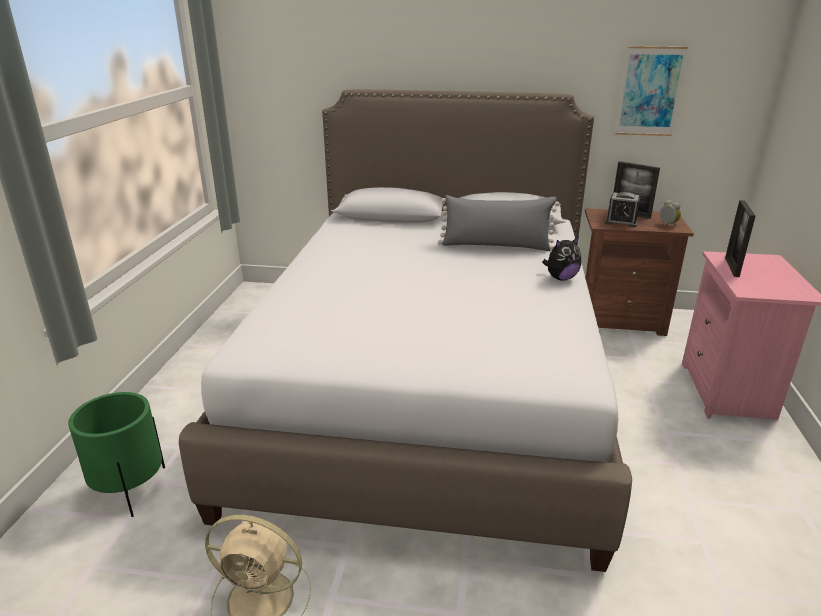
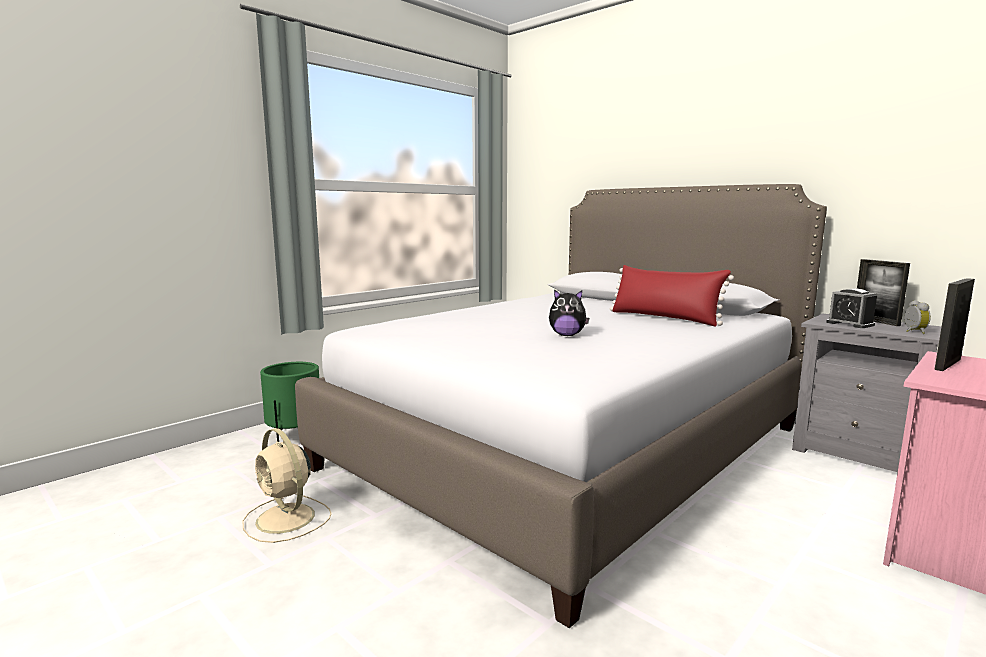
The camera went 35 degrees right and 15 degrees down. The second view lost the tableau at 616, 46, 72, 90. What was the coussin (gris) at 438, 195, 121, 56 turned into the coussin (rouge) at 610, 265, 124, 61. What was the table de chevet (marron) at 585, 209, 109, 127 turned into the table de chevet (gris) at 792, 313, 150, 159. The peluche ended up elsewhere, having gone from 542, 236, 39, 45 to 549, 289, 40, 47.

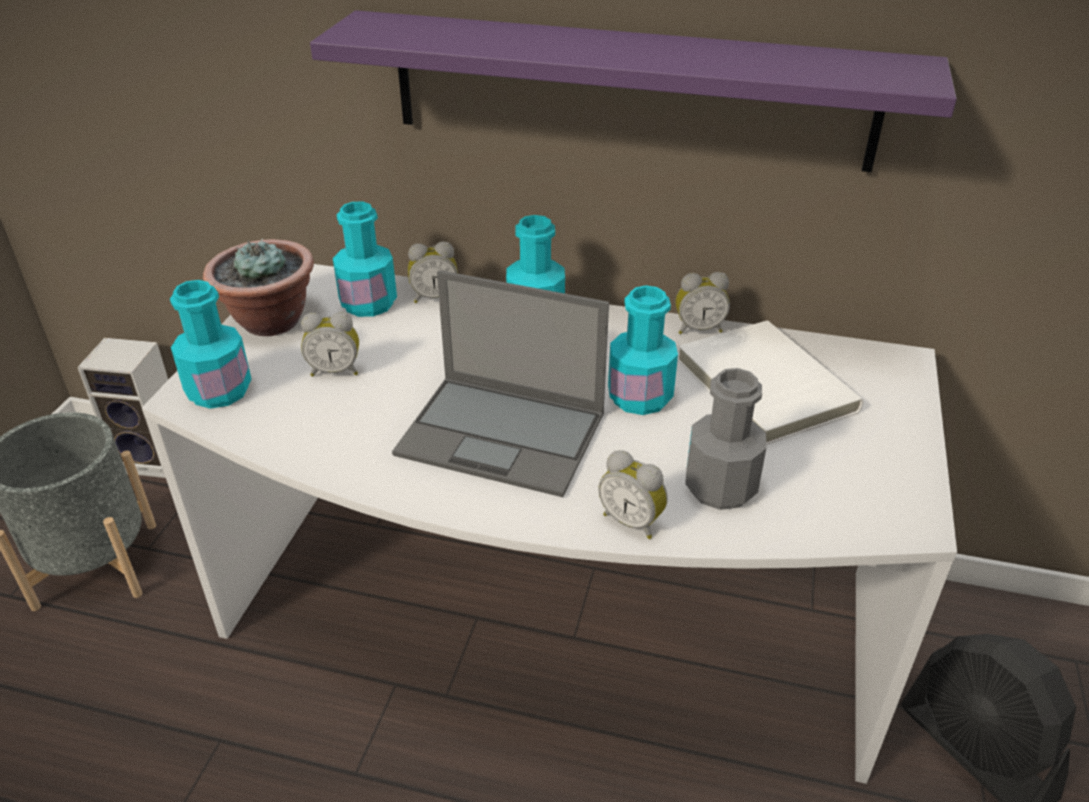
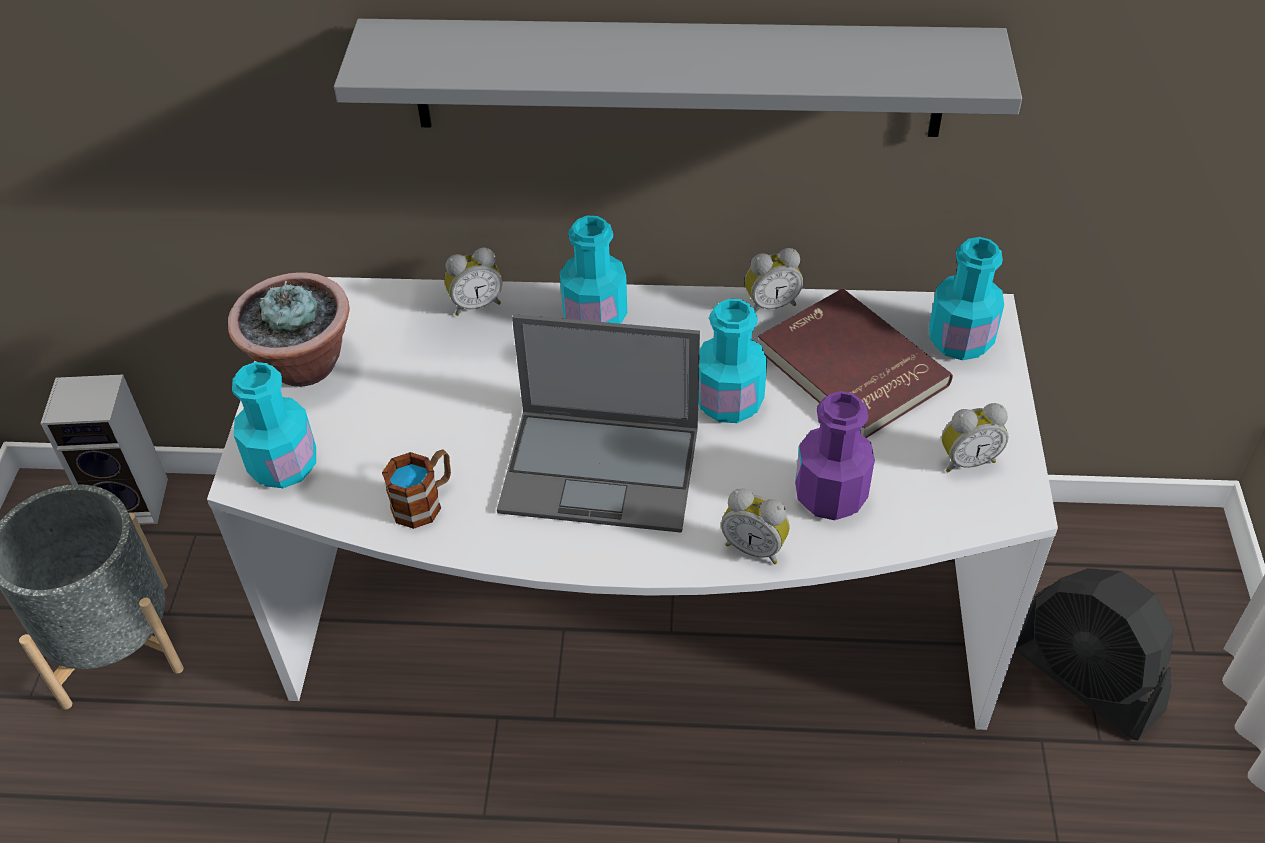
The camera went 10 degrees left and 10 degrees up. What was the étagère (violet) at 310, 10, 647, 162 turned into the étagère (gris) at 334, 19, 688, 118. The bouteille (turquoise) ended up elsewhere, having gone from 333, 202, 64, 115 to 929, 237, 75, 123. The réveil ended up elsewhere, having gone from 301, 312, 58, 65 to 942, 403, 67, 70. What was the livre (blanc) at 677, 320, 186, 125 turned into the livre (rouge) at 758, 288, 195, 150. What was the bouteille (gris) at 685, 368, 81, 142 turned into the bouteille (violet) at 795, 391, 80, 129. The second view gained the mug at 382, 449, 69, 80.

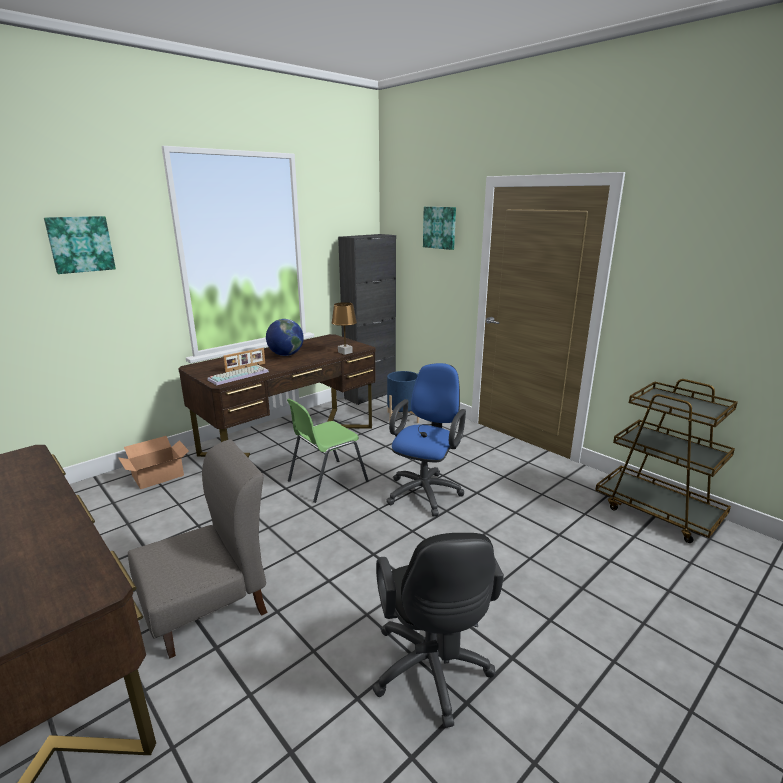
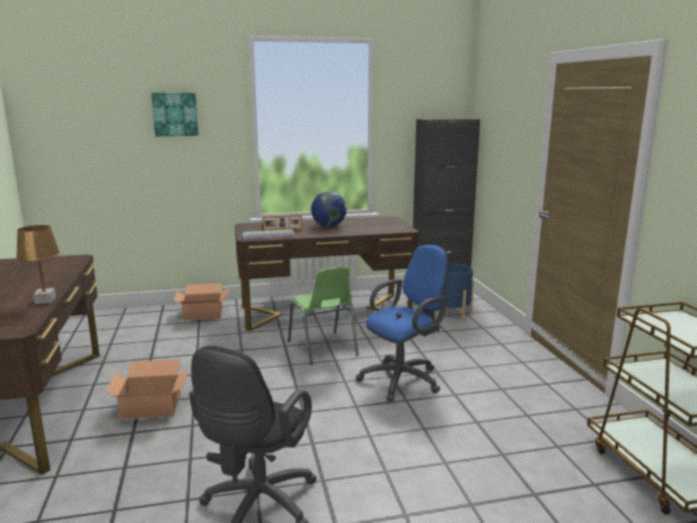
The camera went 30 degrees right and 5 degrees down. The second view lost the tableau at 423, 207, 33, 43. The lampe de table (marron) ended up elsewhere, having gone from 331, 302, 26, 53 to 16, 225, 44, 79. The chaise (vert) at 287, 398, 82, 105 ended up facing another way, 105 degrees counterclockwise from before. Where the chaise (gris) stood at 128, 440, 140, 219, the carton came to stand at 105, 359, 84, 60.

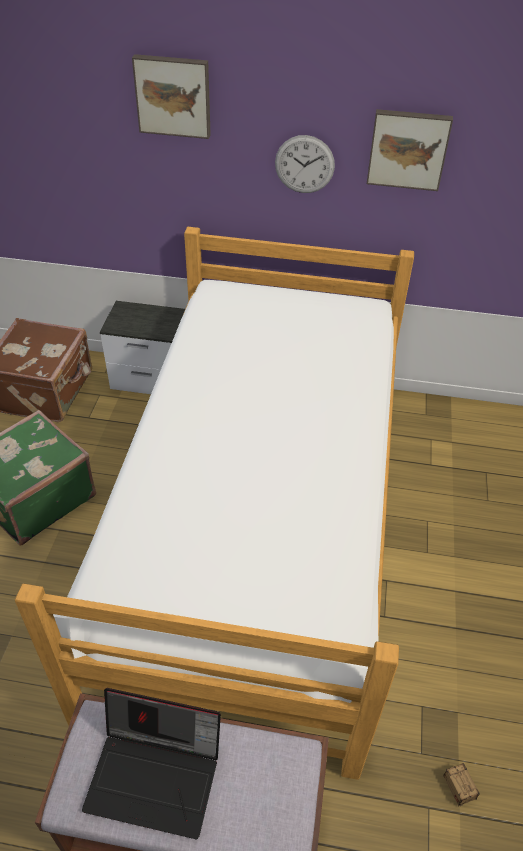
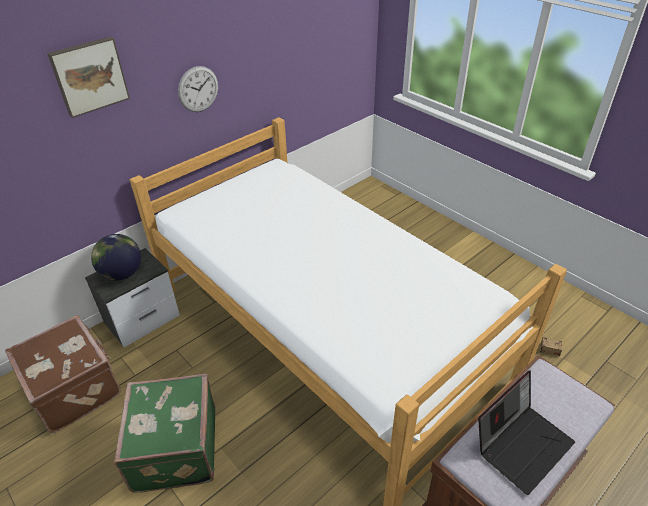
The camera went 50 degrees left and 5 degrees down. The second view lost the tableau at 367, 109, 86, 82. The second view gained the globe at 91, 234, 50, 47.

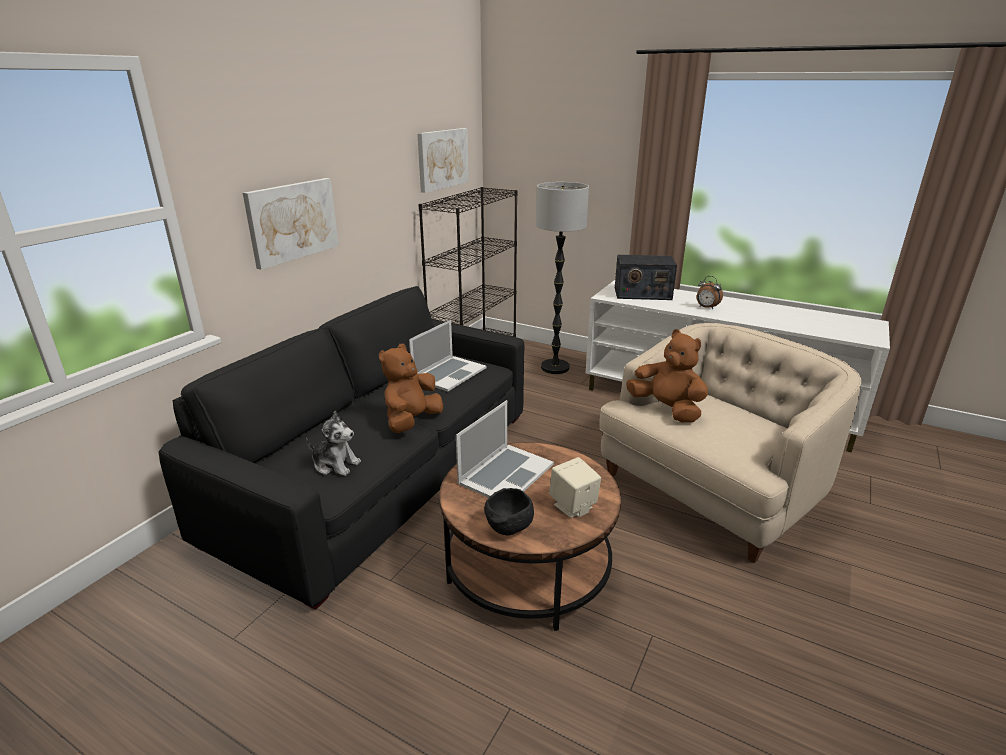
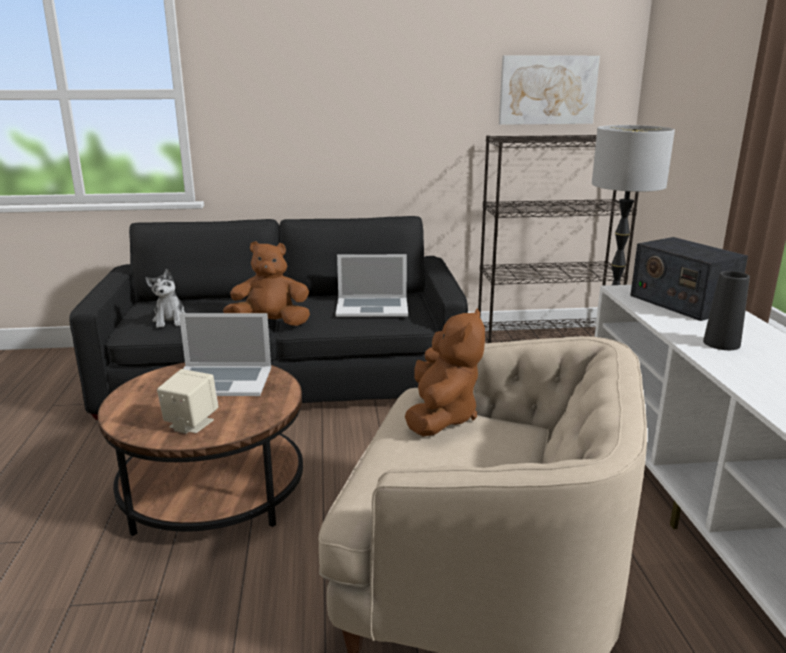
The camera went 55 degrees right and 5 degrees down. The second view lost the tableau at 243, 178, 96, 92. Where the réveil stood at 697, 276, 26, 33, the vase (noir) came to stand at 703, 271, 47, 79. The second view lost the bol (noir) at 484, 488, 50, 47.

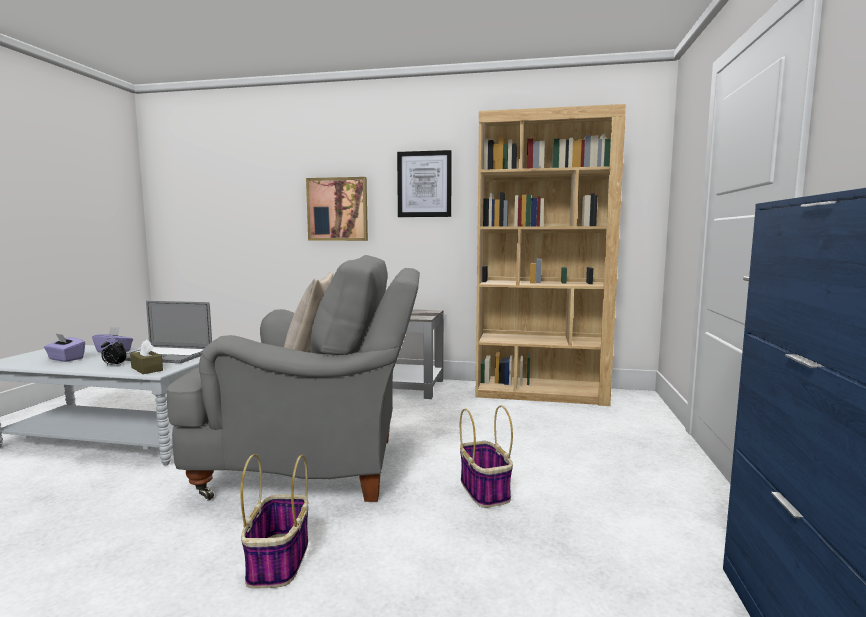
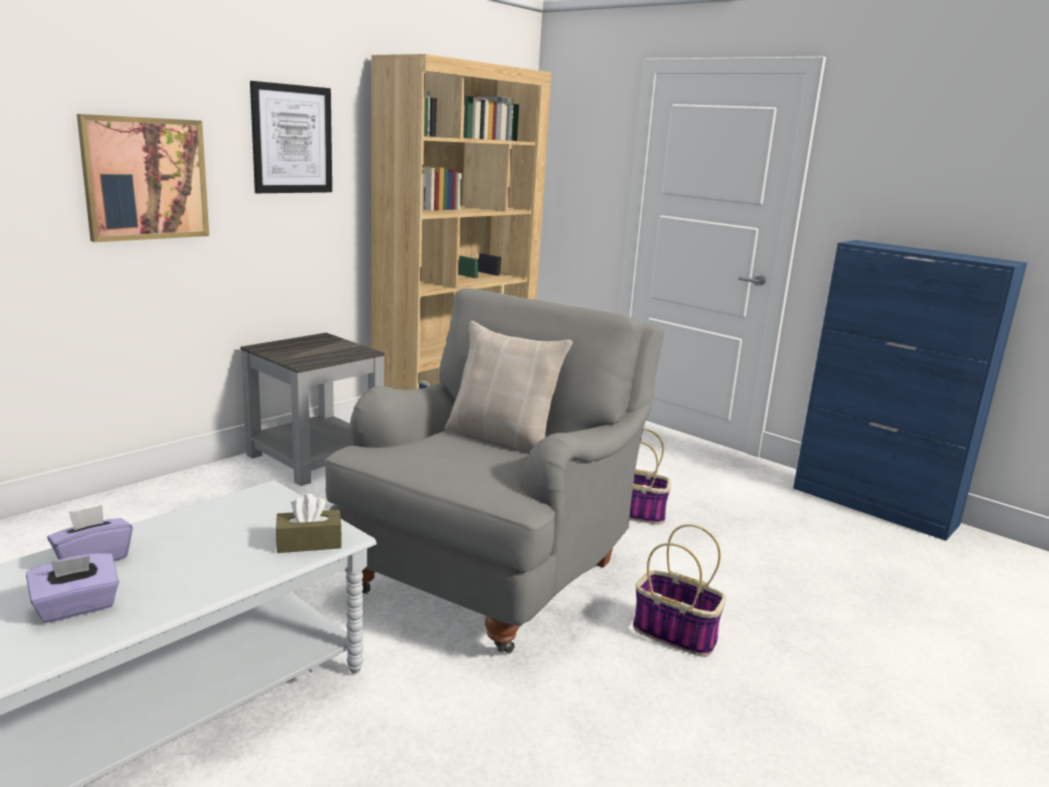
The camera went 60 degrees left and 10 degrees up. The second view lost the ordinateur portable at 124, 301, 88, 62. The second view lost the réveil at 101, 338, 26, 27.

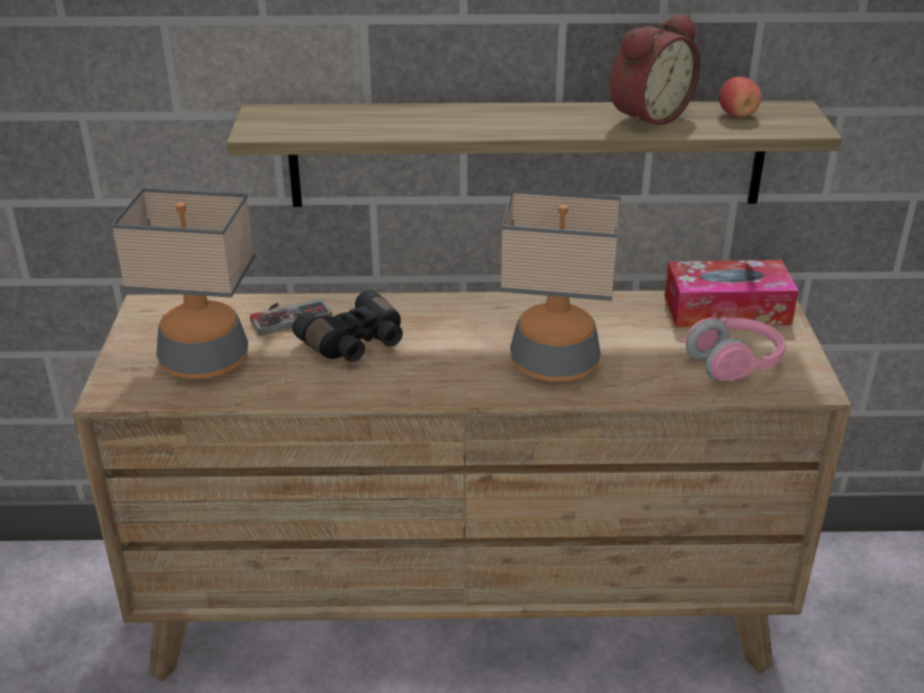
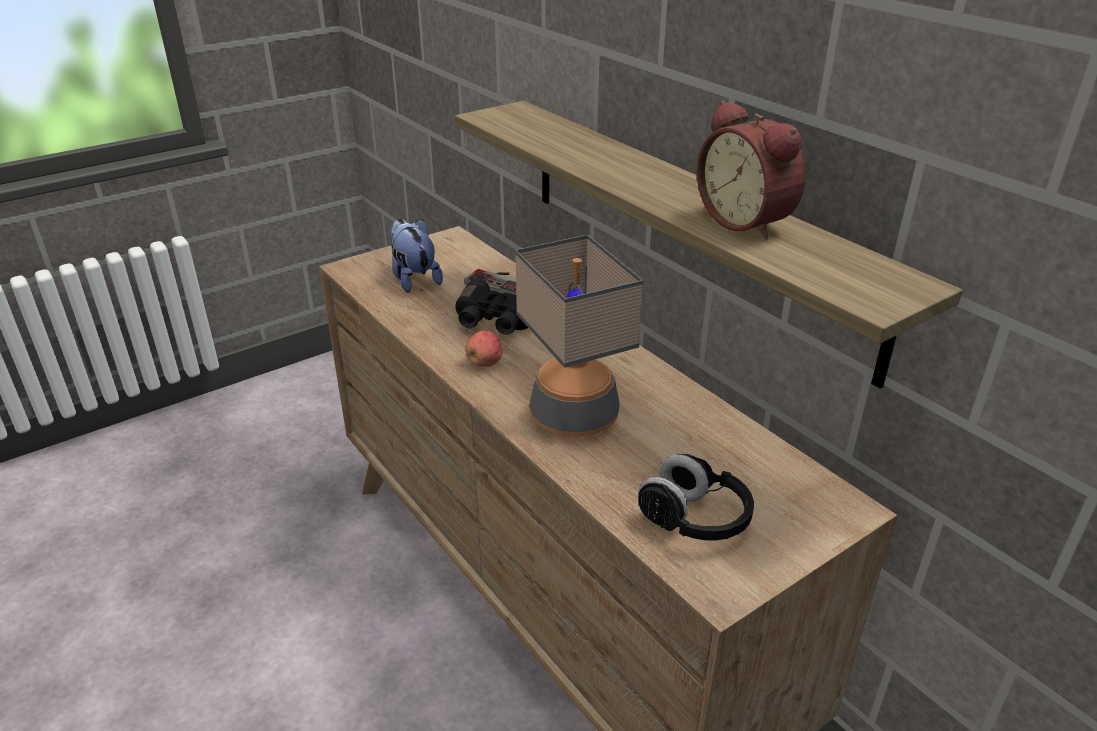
The camera went 55 degrees right and 0 degrees up. The réveil at 610, 14, 90, 115 ended up facing another way, 45 degrees clockwise from before. The pomme ended up elsewhere, having gone from 719, 77, 42, 40 to 465, 330, 38, 37. Where the lampe de table stood at 111, 188, 144, 191, the peluche came to stand at 390, 219, 53, 74. The second view lost the boîte à mouchoirs at 664, 260, 135, 67. What was the casque audio (rose) at 681, 317, 104, 64 turned into the casque audio (noir) at 638, 454, 116, 86.

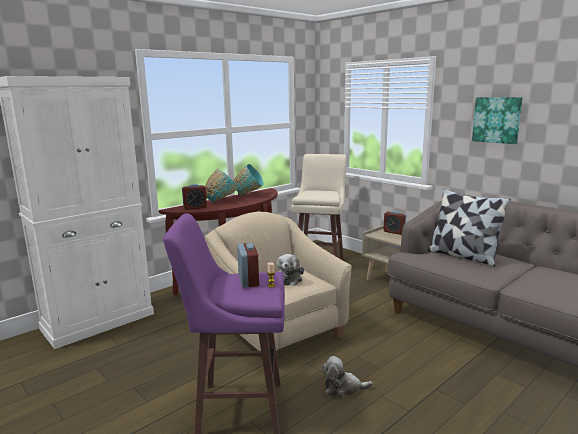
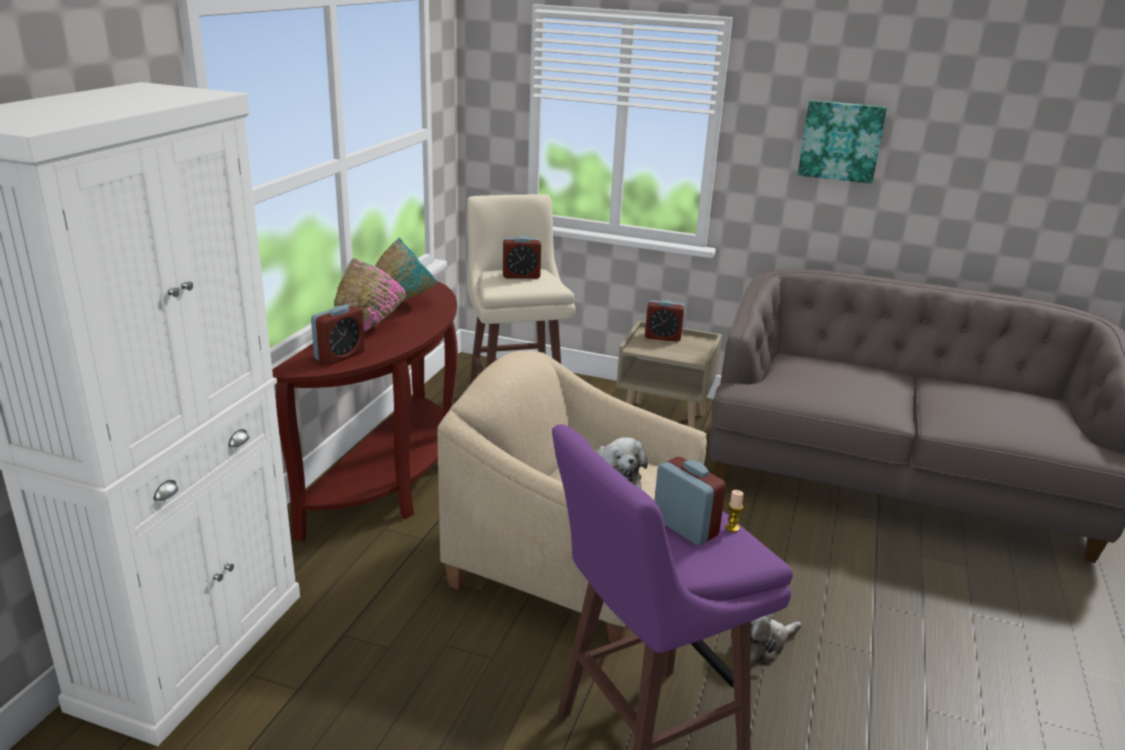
The camera went 30 degrees left and 10 degrees up. What was the bol (turquoise) at 205, 168, 33, 35 turned into the bol (rose) at 334, 258, 72, 74. The second view lost the coussin at 428, 188, 83, 79. The second view gained the réveil at 503, 236, 38, 43.

